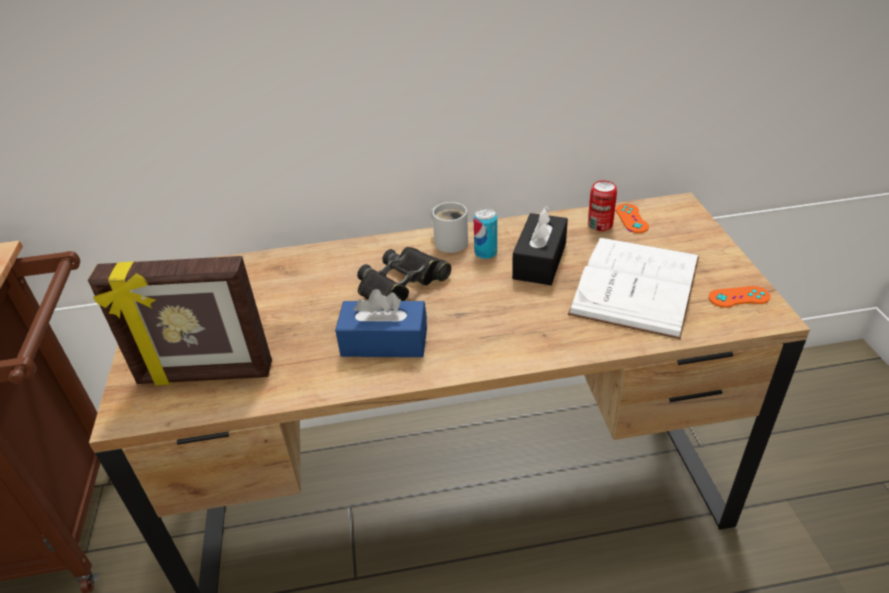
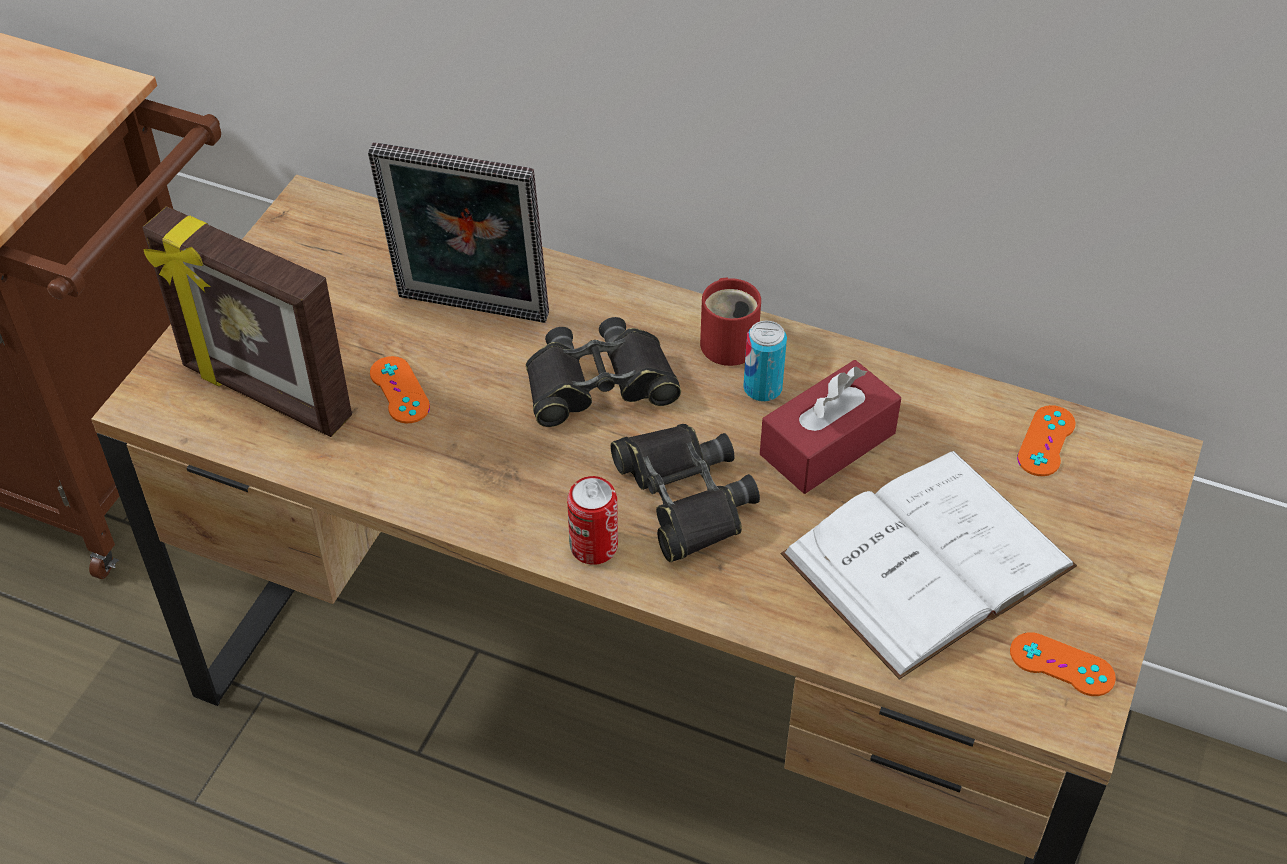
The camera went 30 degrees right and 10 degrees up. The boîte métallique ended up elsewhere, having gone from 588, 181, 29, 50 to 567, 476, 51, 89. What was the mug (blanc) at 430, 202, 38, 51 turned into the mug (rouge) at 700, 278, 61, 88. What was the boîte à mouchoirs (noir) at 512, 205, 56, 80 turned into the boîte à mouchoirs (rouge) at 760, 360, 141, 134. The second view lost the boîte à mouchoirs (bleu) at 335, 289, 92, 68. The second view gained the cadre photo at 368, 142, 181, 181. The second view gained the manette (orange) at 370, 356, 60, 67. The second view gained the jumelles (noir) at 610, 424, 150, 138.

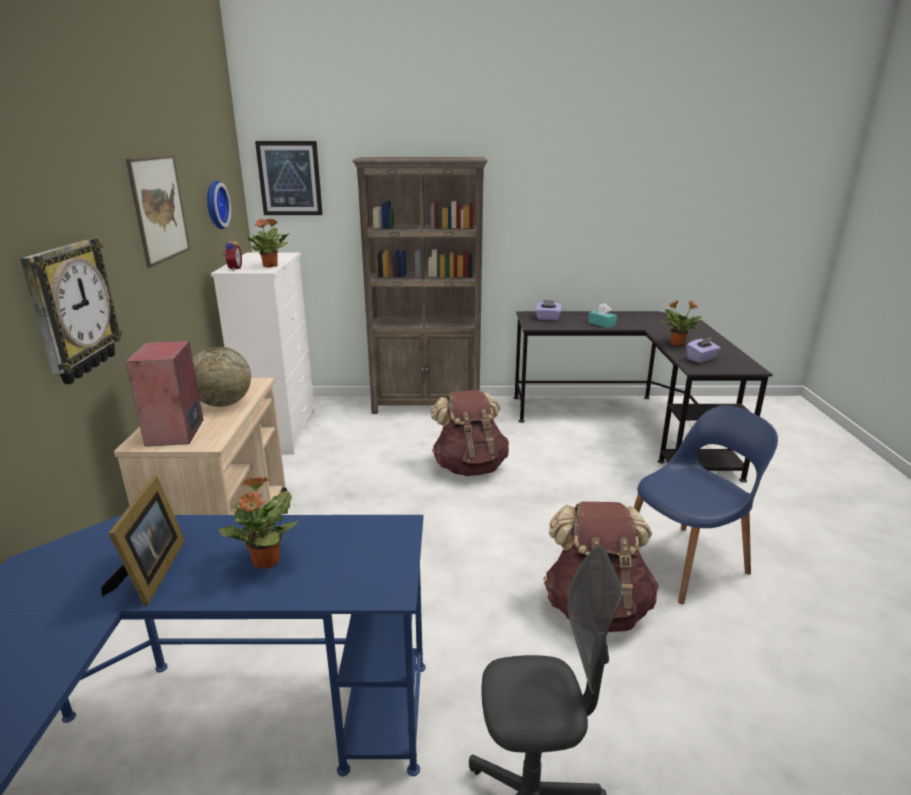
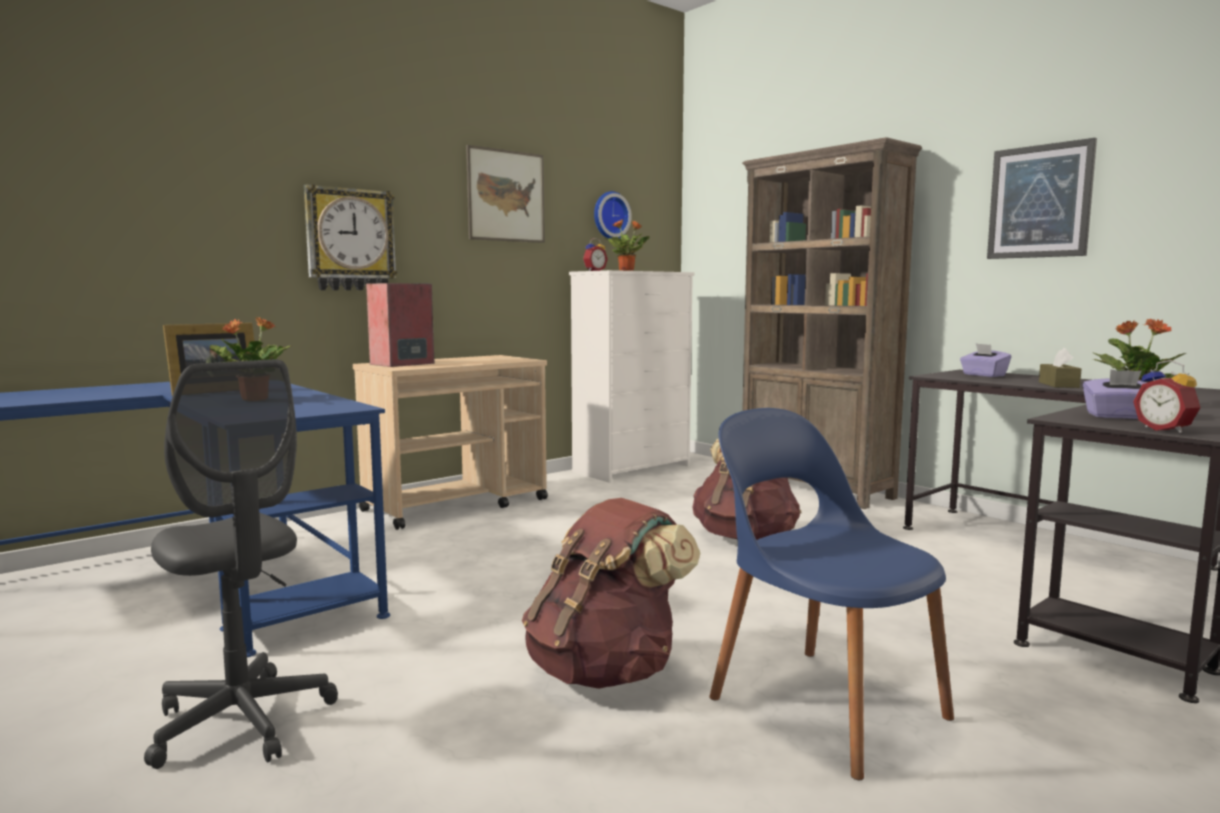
The camera went 50 degrees right and 15 degrees down. The tableau ended up elsewhere, having gone from 255, 141, 68, 74 to 987, 138, 110, 121. What was the boîte à mouchoirs (turquoise) at 588, 303, 29, 25 turned into the boîte à mouchoirs (marron) at 1039, 348, 43, 40. The second view lost the globe at 193, 346, 58, 61. The chaise (bleu) at 634, 406, 144, 198 ended up facing another way, 150 degrees counterclockwise from before. The second view gained the réveil at 1133, 360, 68, 73.

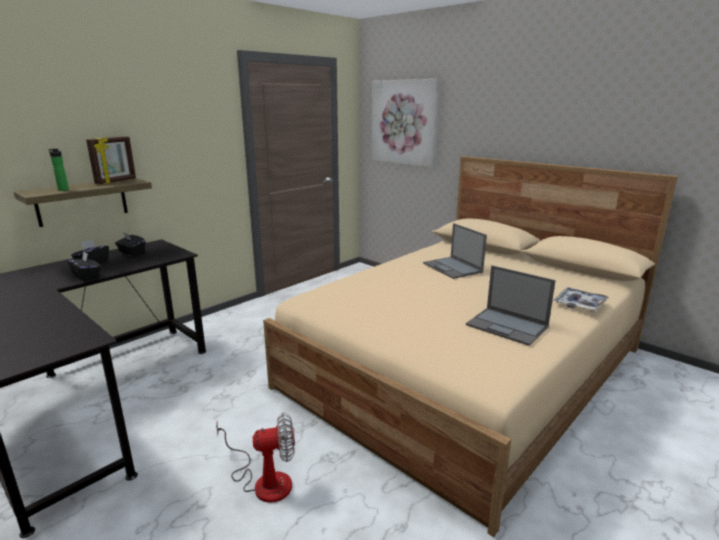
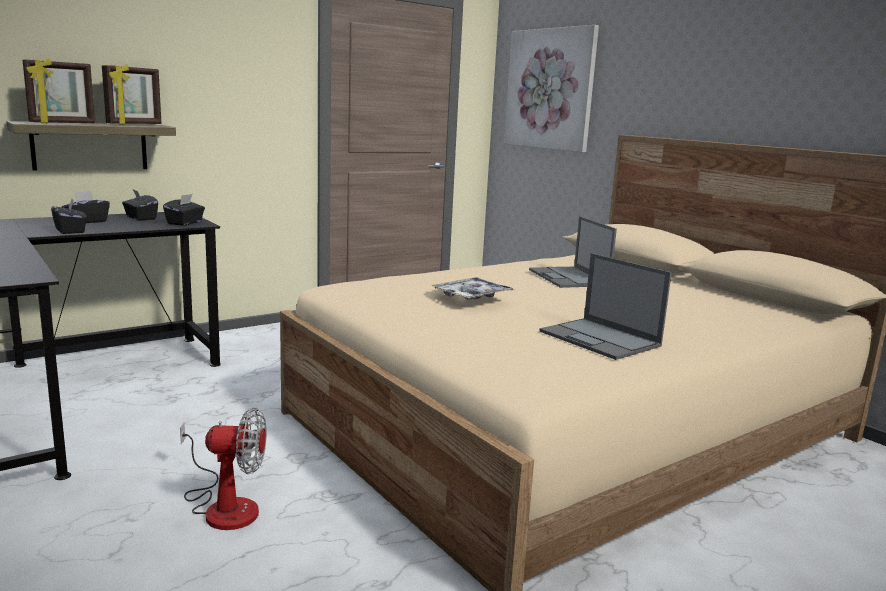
The camera went 10 degrees right and 5 degrees down. Where the bouteille stood at 48, 149, 21, 42, the cadre photo came to stand at 23, 58, 72, 65. The plateau ended up elsewhere, having gone from 553, 287, 56, 25 to 431, 277, 83, 23. The second view gained the boîte à mouchoirs (noir) at 163, 194, 42, 32.

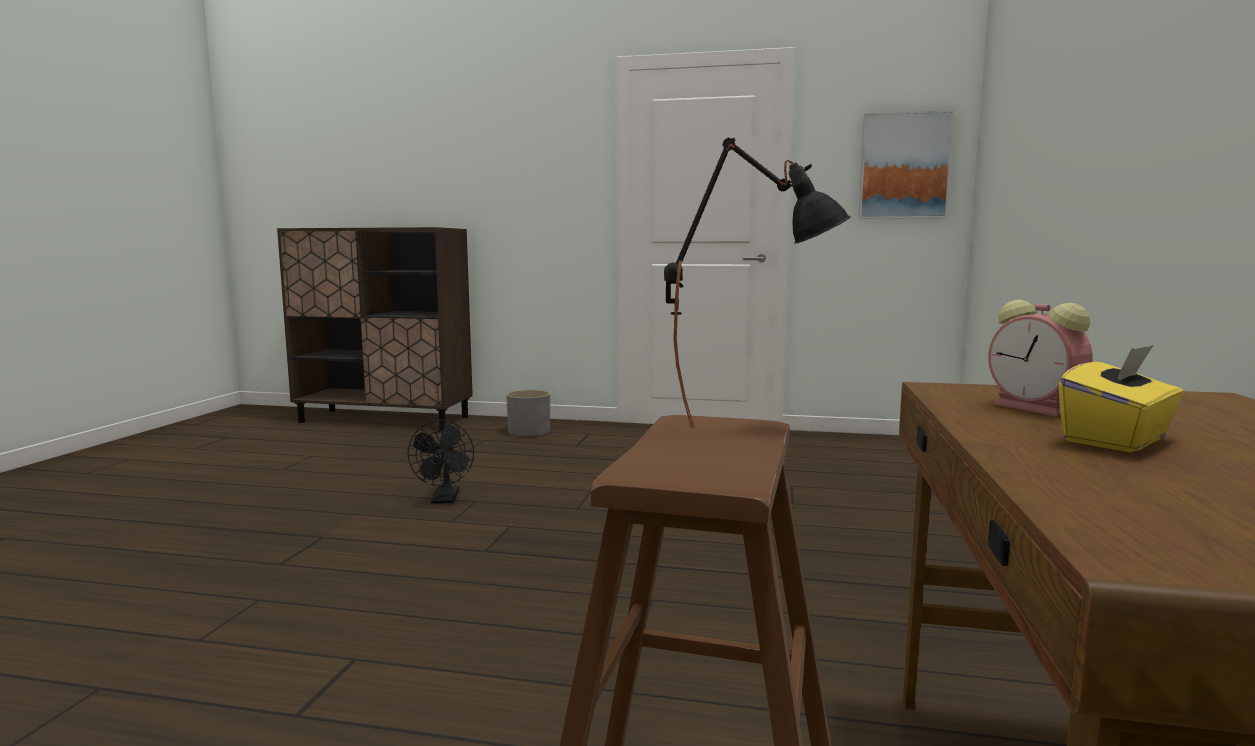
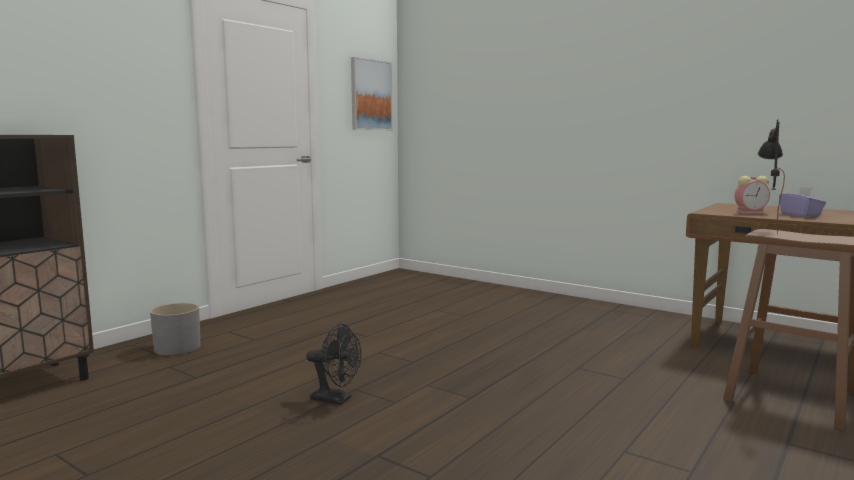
The camera went 65 degrees left and 0 degrees up. What was the boîte à mouchoirs (jaune) at 1059, 345, 125, 107 turned into the boîte à mouchoirs (violet) at 779, 186, 47, 31.

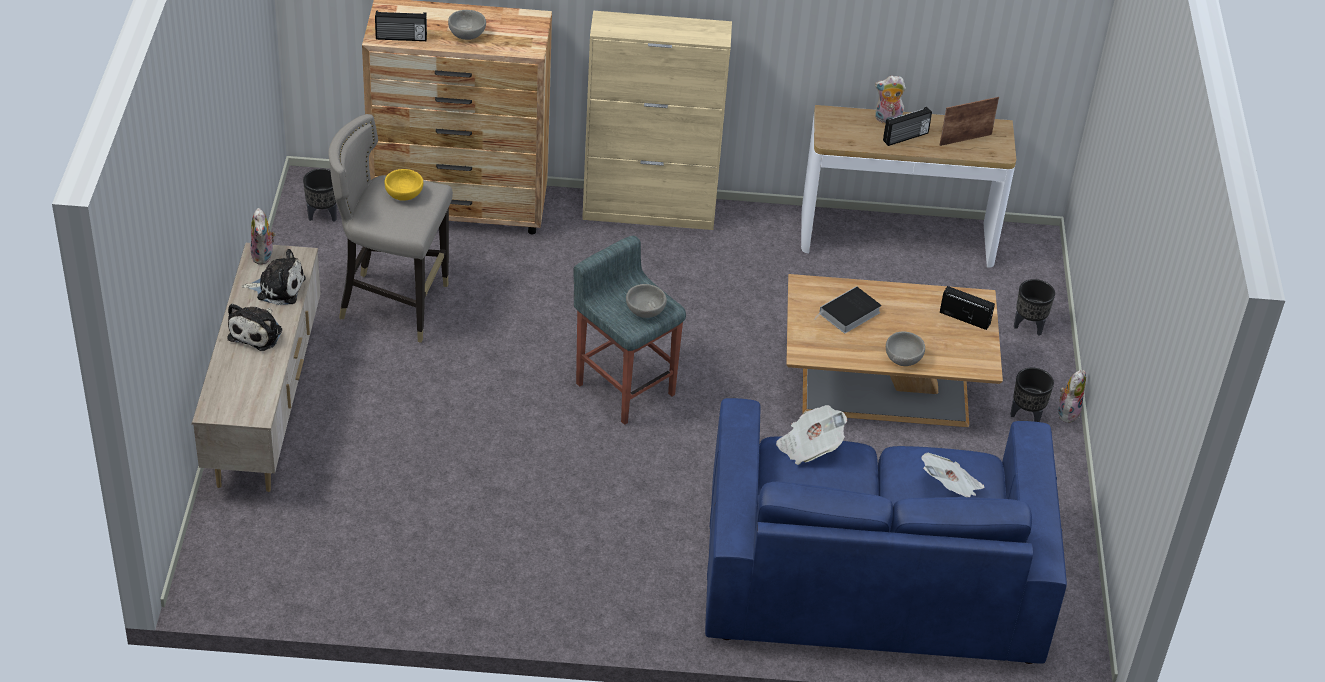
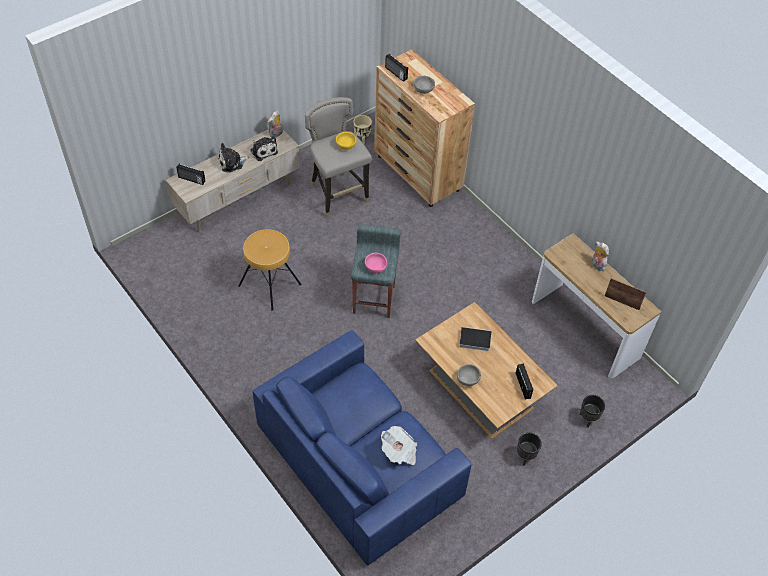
The camera went 50 degrees right and 10 degrees up. The second view lost the meuble de rangement (beige) at 582, 11, 150, 219. The radio ended up elsewhere, having gone from 883, 107, 49, 39 to 176, 164, 29, 21. What was the cache-pot (noir) at 303, 169, 34, 53 turned into the cache-pot (beige) at 354, 115, 18, 30. What was the bol (gris) at 626, 284, 41, 34 turned into the bol (rose) at 365, 253, 22, 20. The second view lost the peluche at 1058, 370, 28, 53. The second view lost the journal at 776, 405, 72, 60. The second view gained the tabouret (marron) at 238, 230, 63, 81.

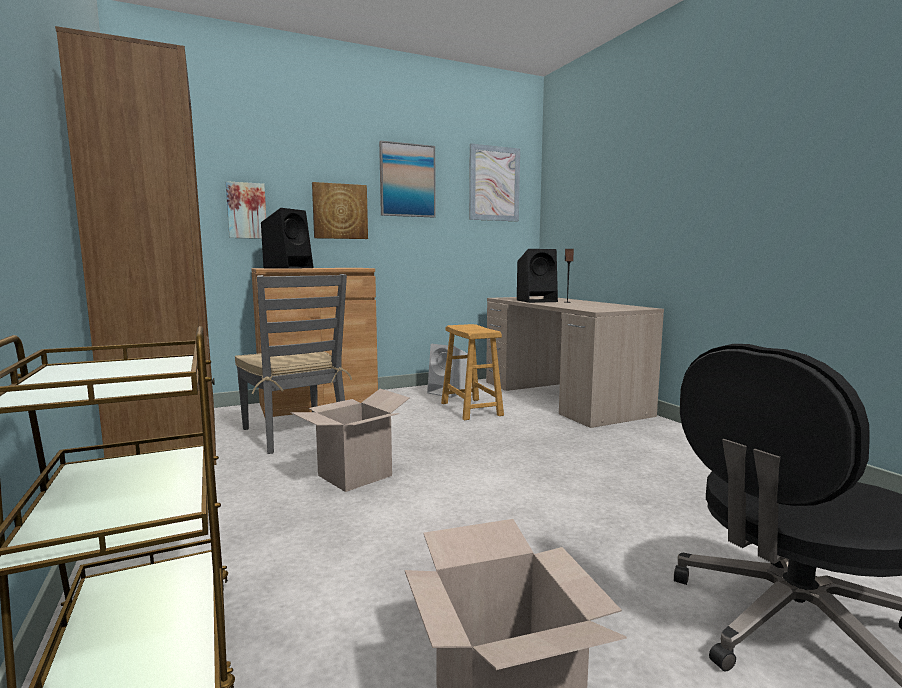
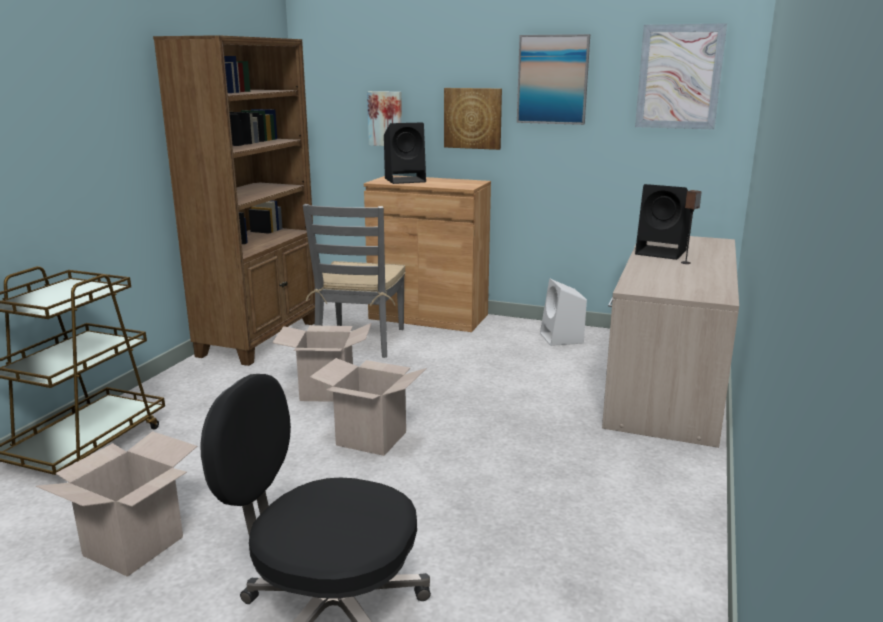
The camera went 45 degrees right and 10 degrees up. The second view lost the tabouret (marron) at 441, 324, 63, 96. The second view gained the carton at 310, 358, 117, 98.

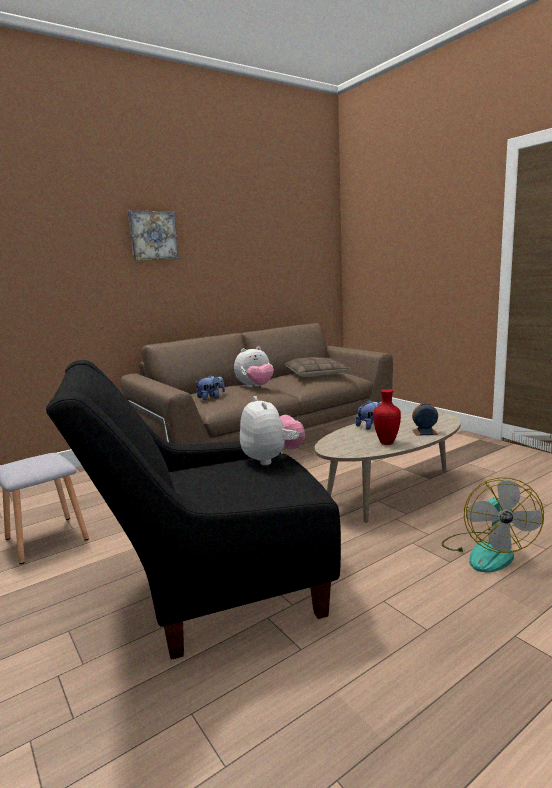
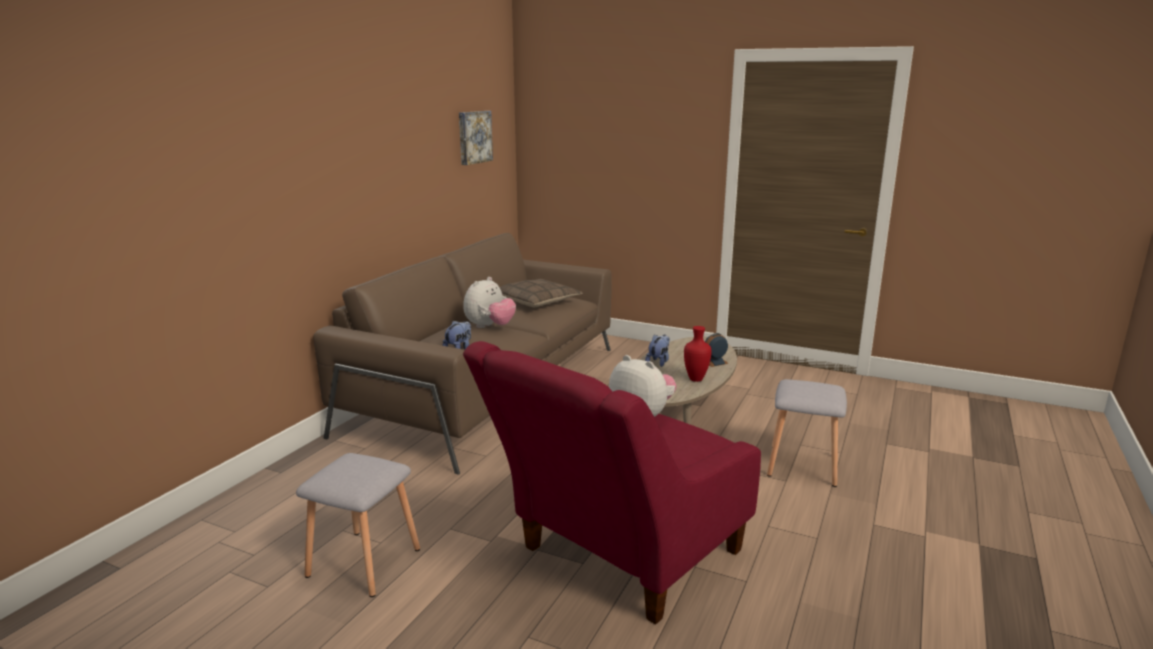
The camera went 30 degrees left and 5 degrees up. The tableau ended up elsewhere, having gone from 128, 210, 51, 51 to 459, 111, 34, 54. What was the fauteuil (noir) at 46, 360, 295, 300 turned into the fauteuil (rouge) at 463, 341, 298, 283. Where the ventilateur stood at 441, 477, 103, 96, the tabouret (gris) came to stand at 767, 379, 80, 108.

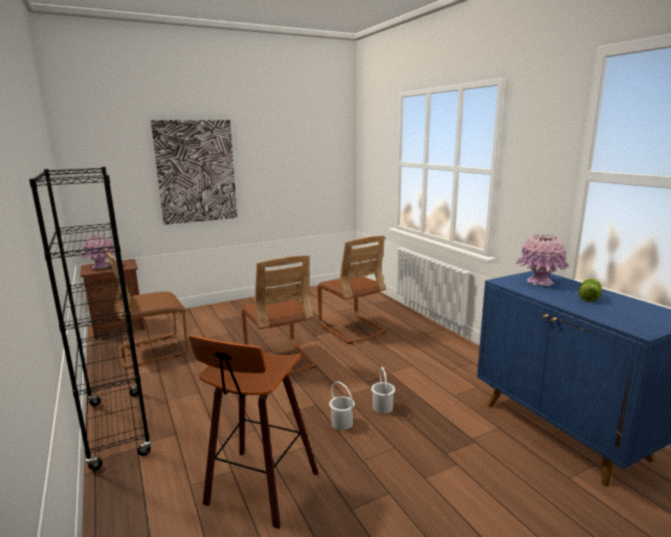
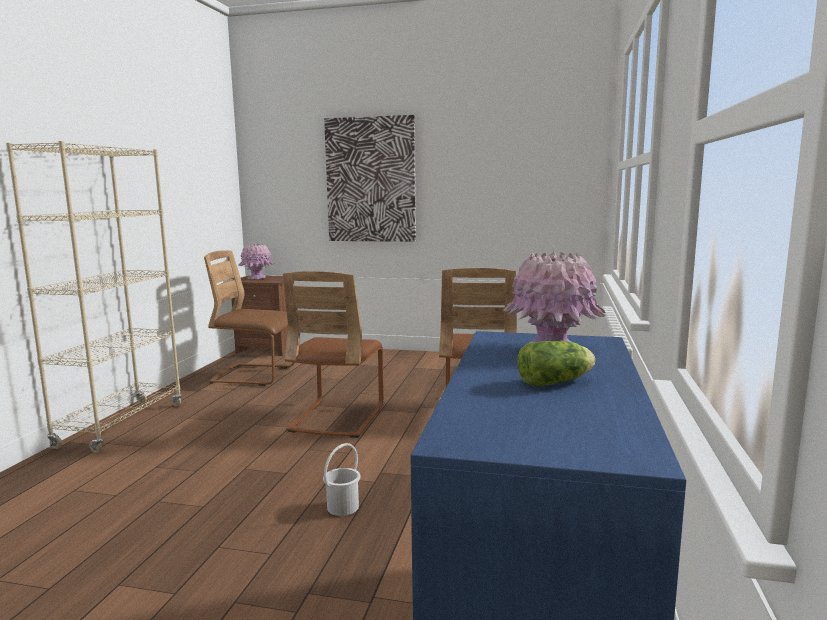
The camera went 40 degrees right and 5 degrees down. What was the bibliothèque (noir) at 29, 167, 123, 304 turned into the bibliothèque (beige) at 6, 141, 176, 312. The second view lost the tabouret at 189, 335, 129, 194. The second view lost the seau (blanc) at 329, 381, 26, 49.

